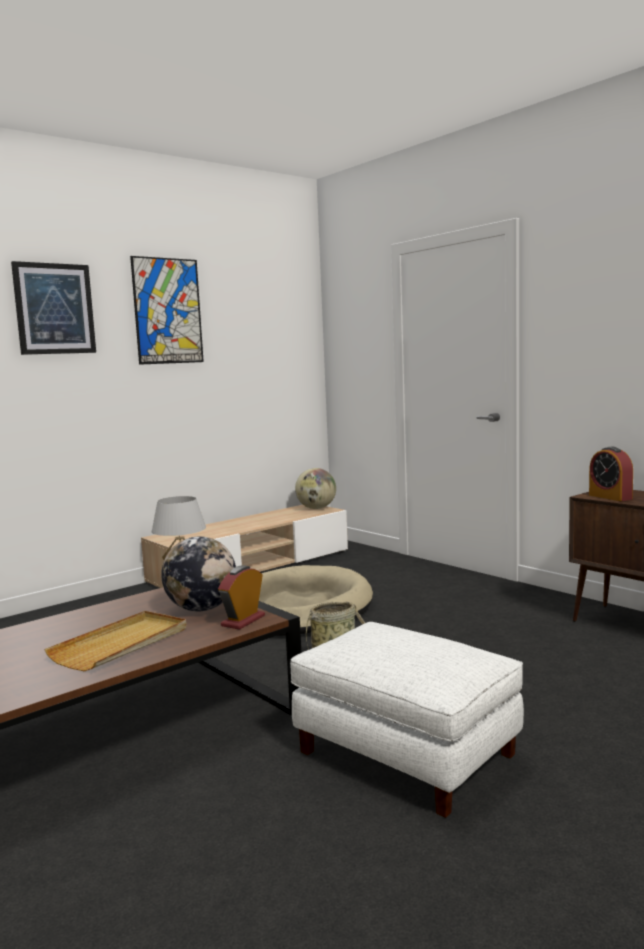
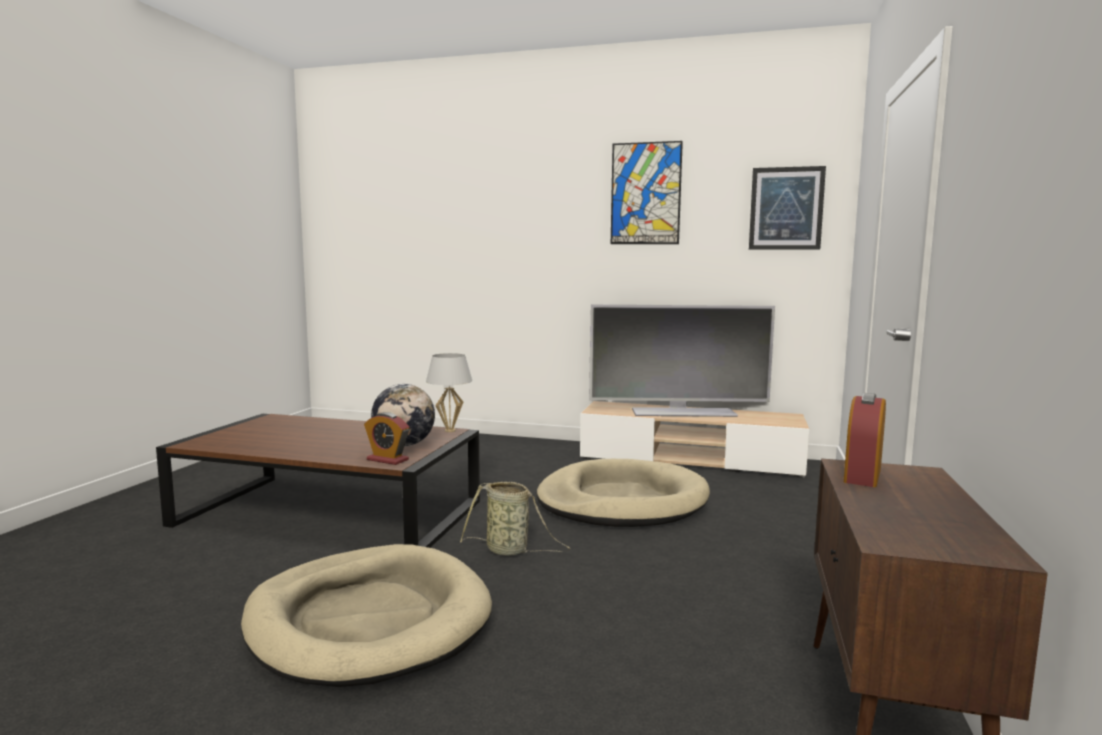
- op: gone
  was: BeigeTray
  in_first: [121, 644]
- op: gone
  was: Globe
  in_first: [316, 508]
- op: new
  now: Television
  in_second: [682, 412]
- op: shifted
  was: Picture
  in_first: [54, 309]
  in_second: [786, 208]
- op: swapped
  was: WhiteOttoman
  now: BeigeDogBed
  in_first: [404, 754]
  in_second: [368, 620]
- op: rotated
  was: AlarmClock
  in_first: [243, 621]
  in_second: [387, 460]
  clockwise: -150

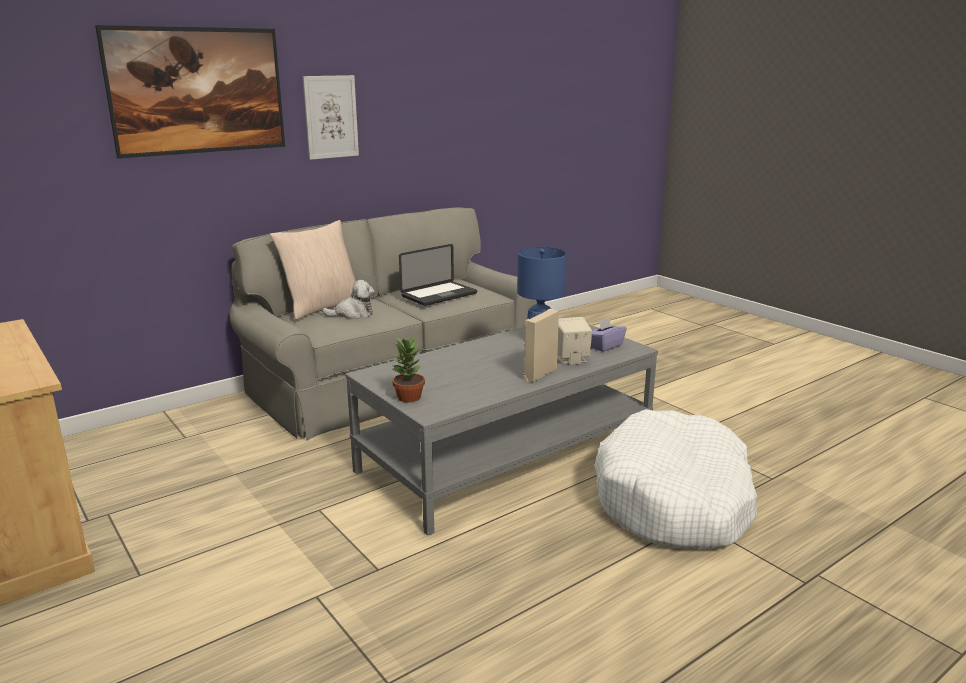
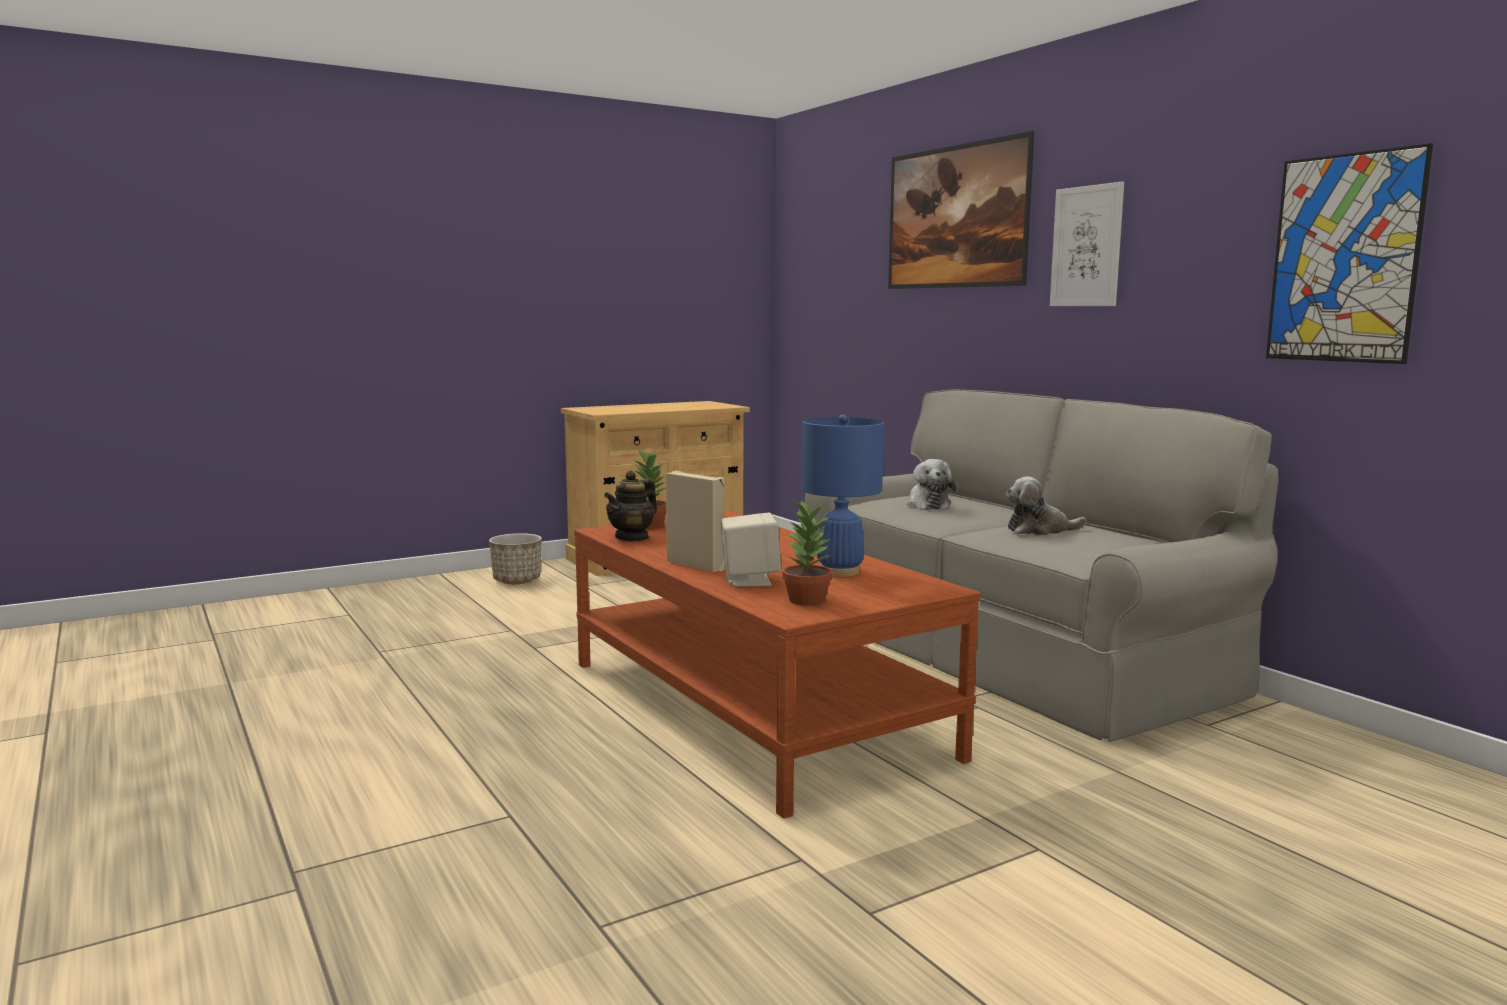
- op: gone
  was: BeigePillow
  in_first: [322, 306]
- op: gone
  was: WhiteDogBed
  in_first: [674, 500]
- op: new
  now: Planter
  in_second: [517, 580]
- op: new
  now: Teapot
  in_second: [632, 537]
- op: new
  now: Picture
  in_second: [1344, 258]
- op: swapped
  was: Laptop
  now: PlushToy
  in_first: [439, 295]
  in_second: [1039, 530]
- op: swapped
  was: PurpleTissueBox
  now: PottedPlant
  in_first: [605, 346]
  in_second: [806, 600]
- op: repainted
  was: GreyCoffeeTable
  now: BrownCoffeeTable
  in_first: [507, 456]
  in_second: [752, 708]

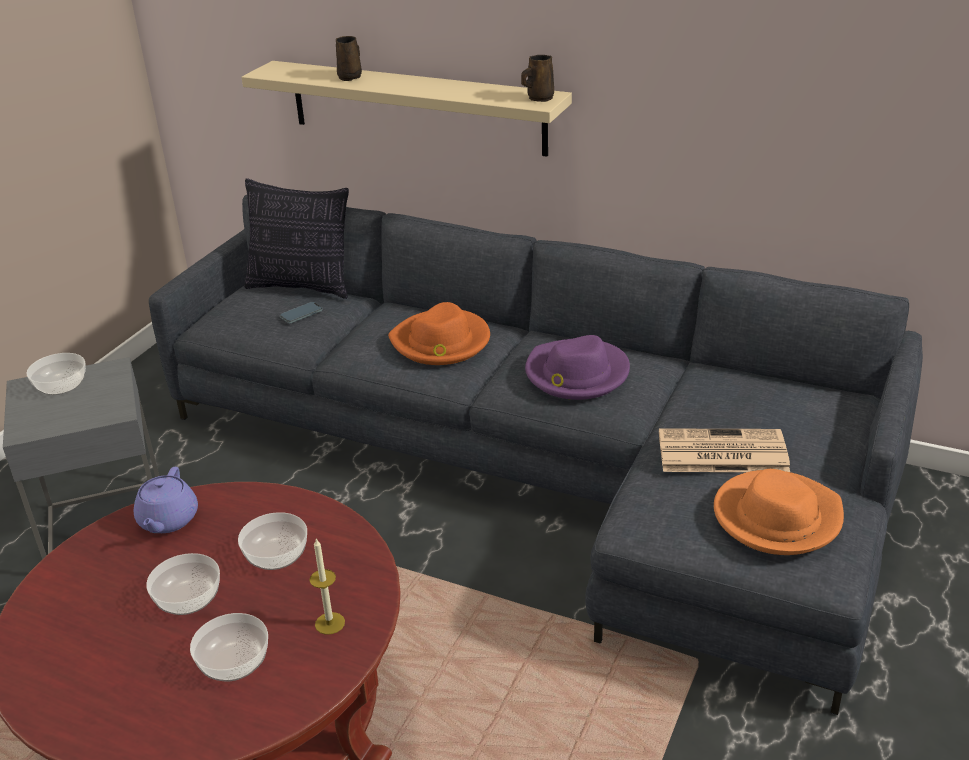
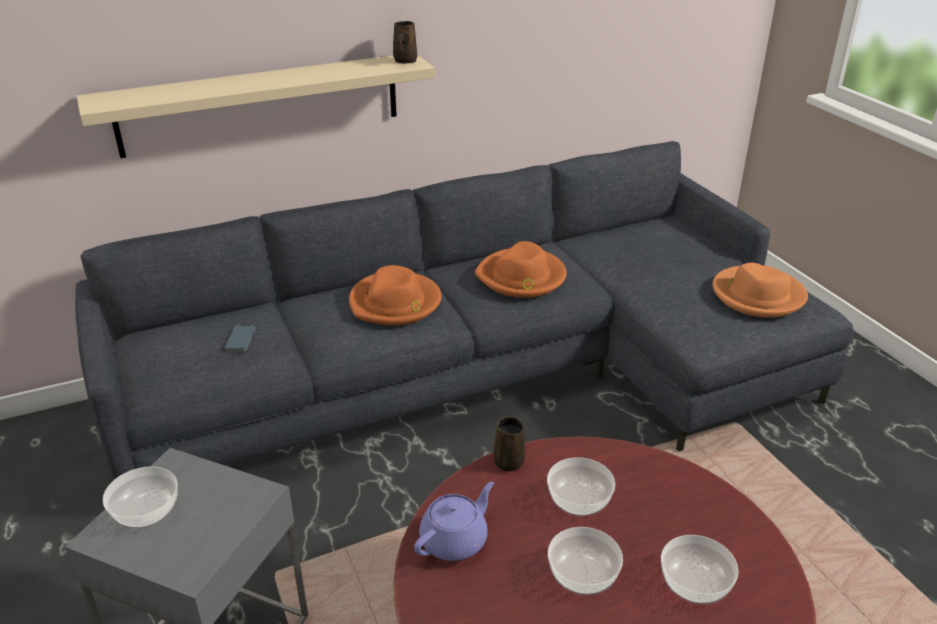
- op: gone
  was: Pillow
  in_first: [302, 286]
- op: gone
  was: Candle
  in_first: [330, 623]
- op: gone
  was: Newspaper
  in_first: [720, 453]
- op: shifted
  was: BrownMug
  in_first: [351, 77]
  in_second: [508, 460]
- op: repainted
  was: PurpleHat
  now: OrangeHat
  in_first: [576, 374]
  in_second: [521, 277]
- op: rotated
  was: PurpleTeapot
  in_first: [168, 520]
  in_second: [455, 540]
  clockwise: -90

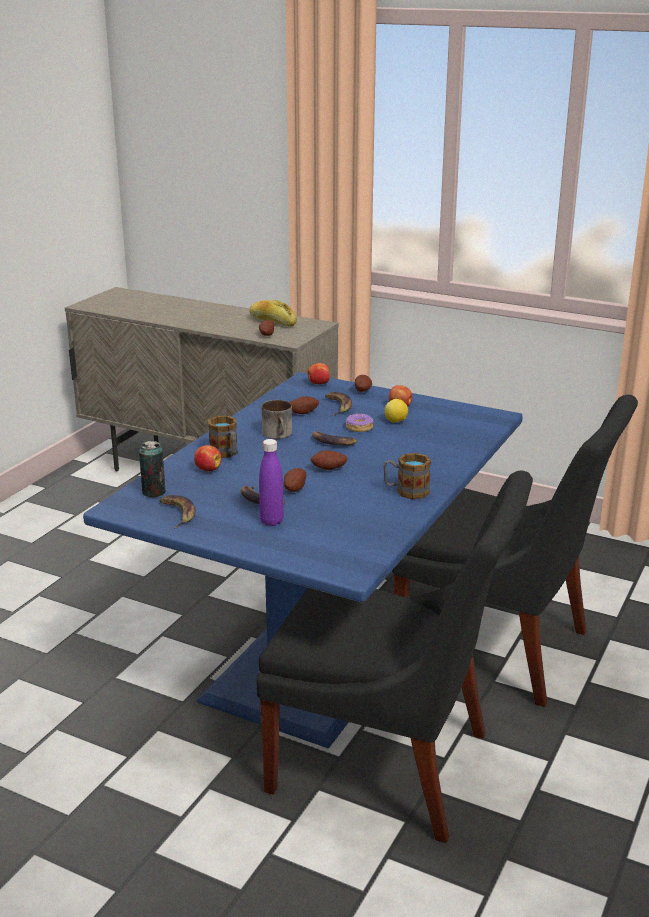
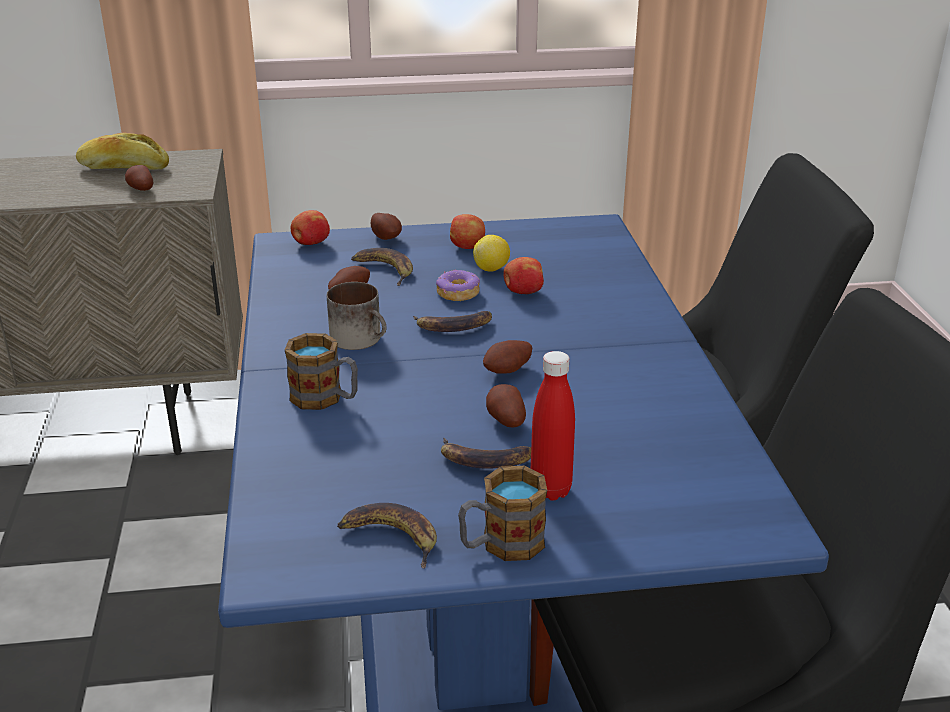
- op: gone
  was: Can
  in_first: [153, 492]
- op: shifted
  was: Apple
  in_first: [207, 469]
  in_second: [523, 292]
- op: shifted
  was: Mug
  in_first: [406, 491]
  in_second: [501, 545]
- op: repainted
  was: PurpleBottle
  now: RedBottle
  in_first: [271, 521]
  in_second: [550, 490]

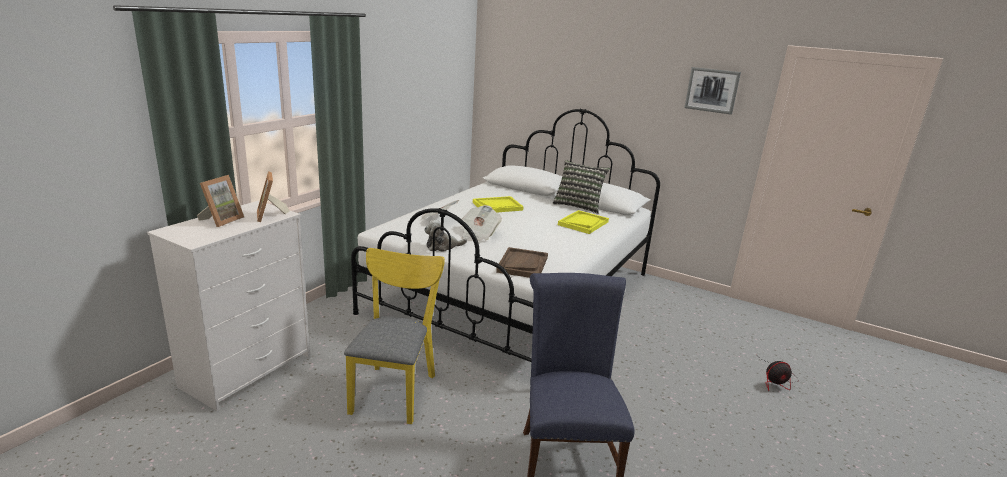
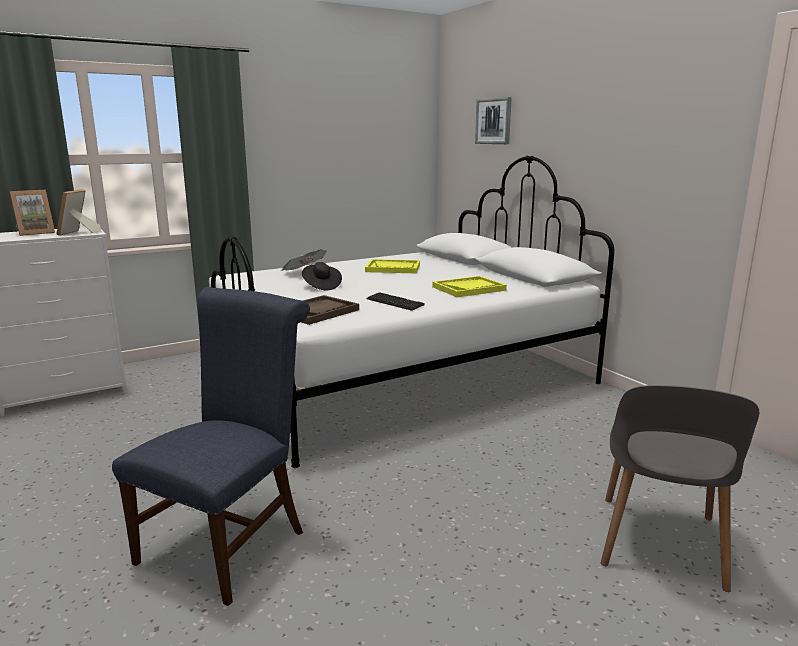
- op: gone
  was: YellowChair
  in_first: [395, 388]
- op: gone
  was: PlushToy
  in_first: [442, 246]
- op: gone
  was: Pillow
  in_first: [578, 206]
- op: new
  now: Keyboard
  in_second: [395, 303]
- op: shifted
  was: Picture
  in_first: [712, 90]
  in_second: [493, 121]
- op: swapped
  was: Newspaper
  now: BlackHat
  in_first: [478, 235]
  in_second: [321, 286]
- op: swapped
  was: Fan
  now: GreyChair
  in_first: [776, 381]
  in_second: [659, 543]

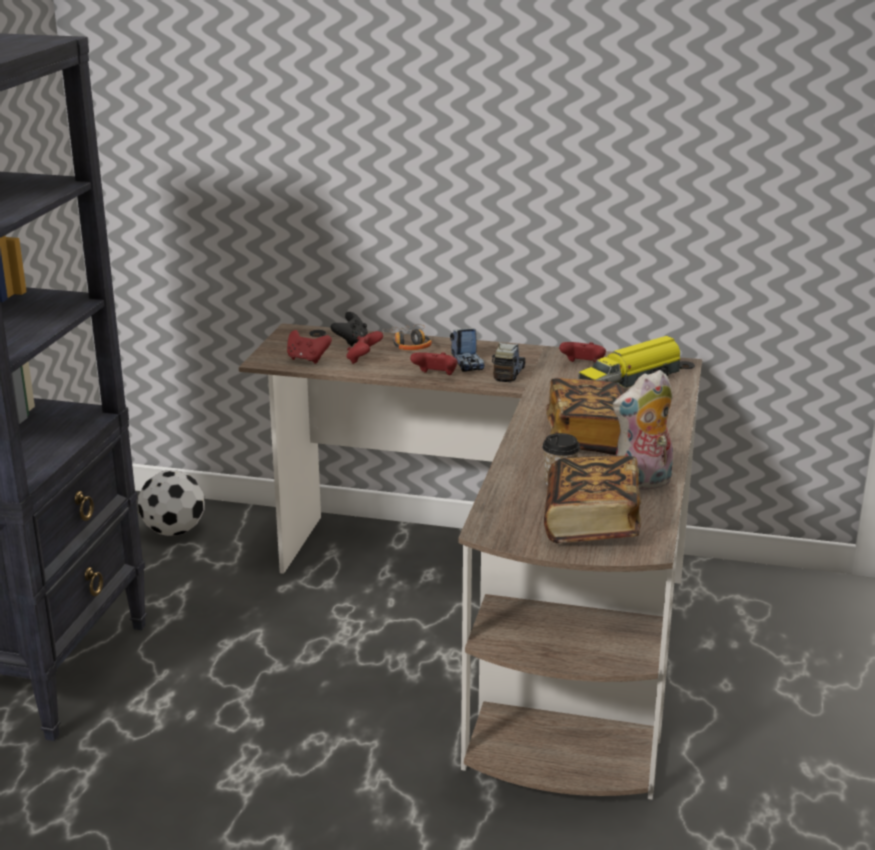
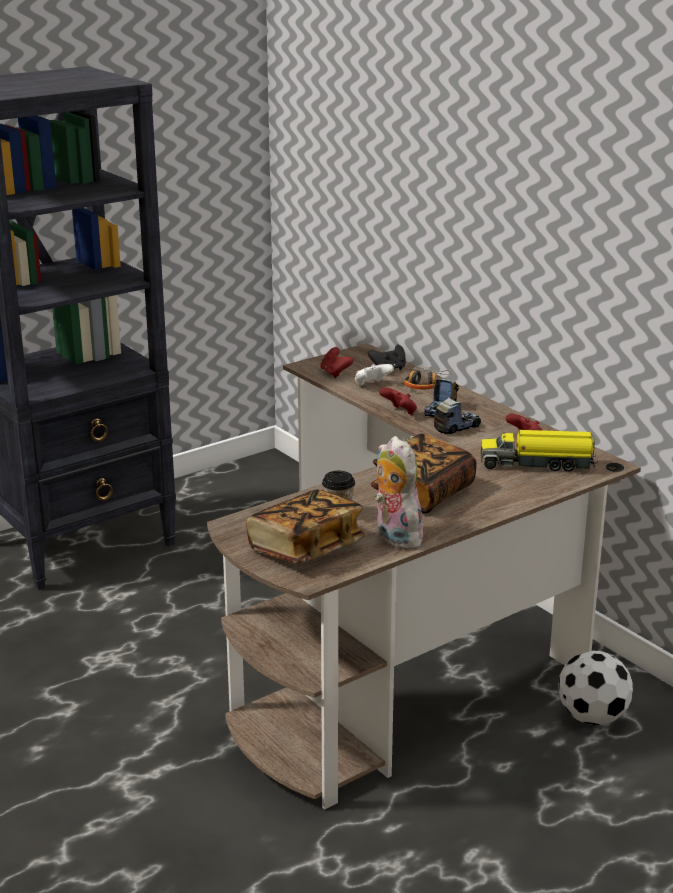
- op: shifted
  was: Football
  in_first: [174, 530]
  in_second: [592, 716]
- op: repainted
  was: RedGameController
  now: WhiteGameController
  in_first: [363, 360]
  in_second: [371, 385]
- op: rotated
  was: PlushToy
  in_first: [642, 484]
  in_second: [394, 537]
  clockwise: 45

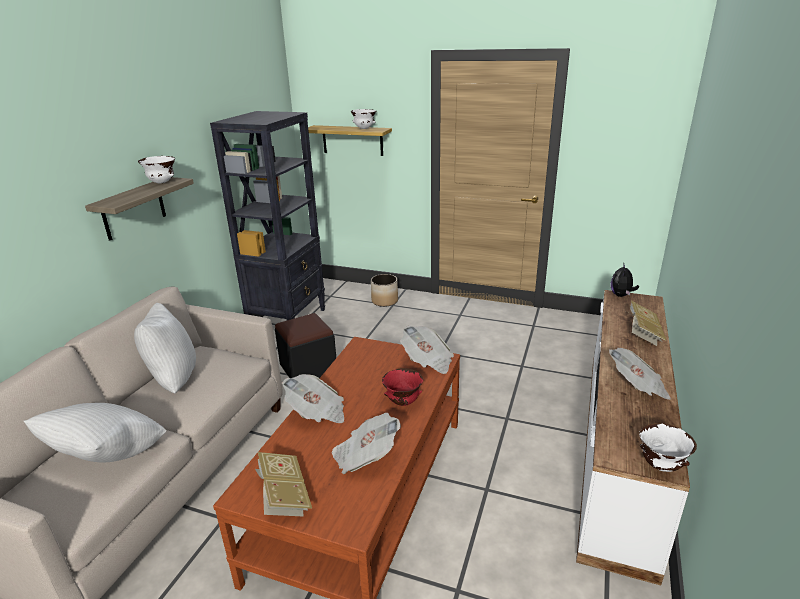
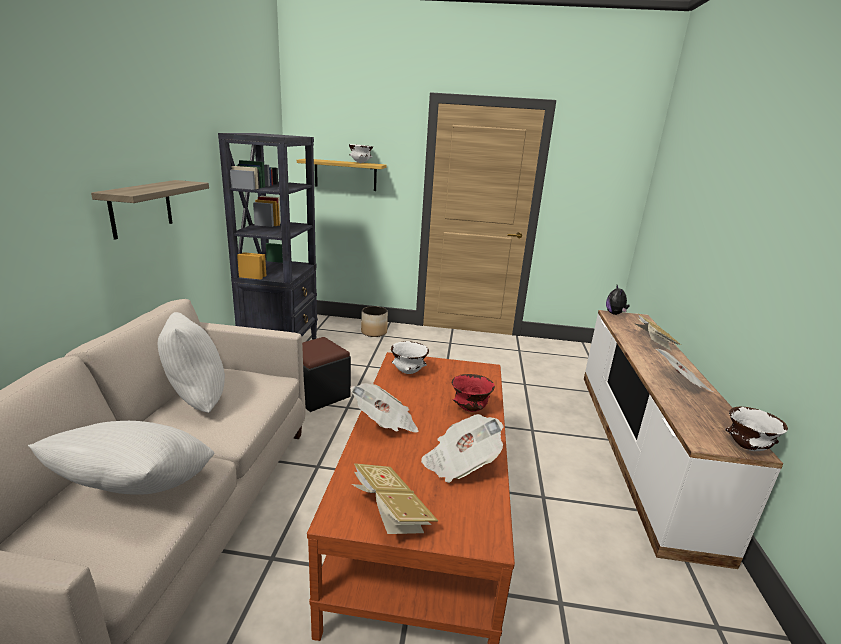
- op: gone
  was: Newspaper
  in_first: [428, 361]
- op: shifted
  was: WhiteBowl
  in_first: [162, 183]
  in_second: [409, 372]

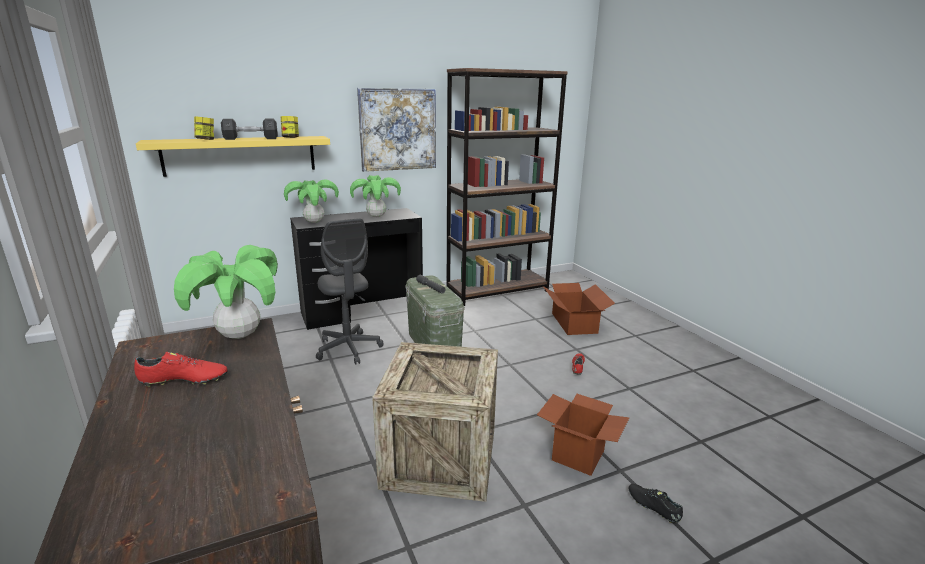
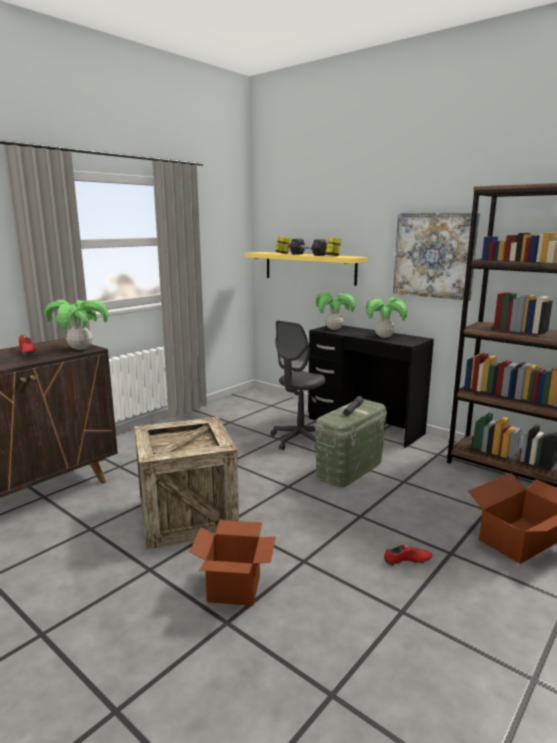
- op: gone
  was: BlackShoe
  in_first: [653, 507]

